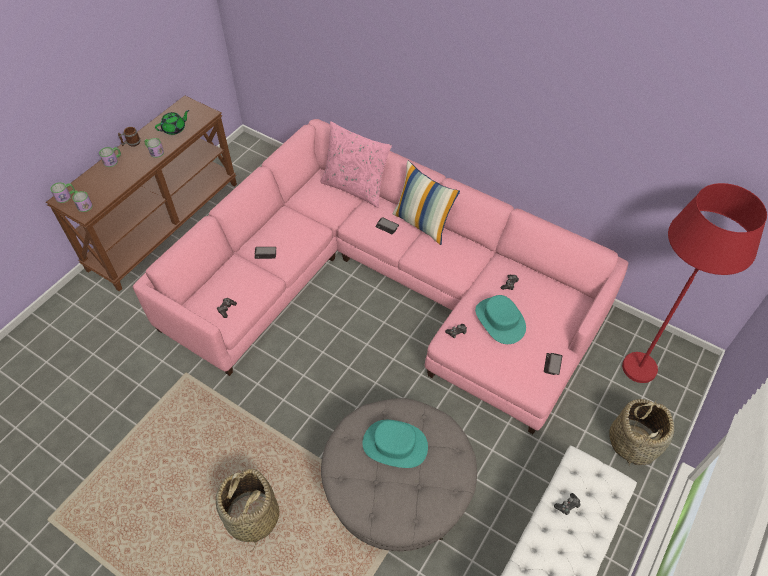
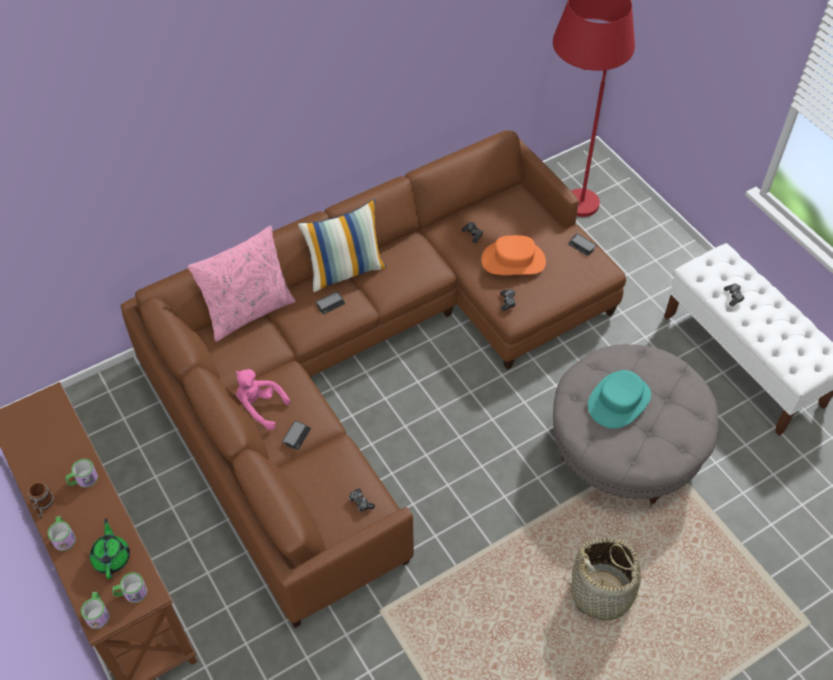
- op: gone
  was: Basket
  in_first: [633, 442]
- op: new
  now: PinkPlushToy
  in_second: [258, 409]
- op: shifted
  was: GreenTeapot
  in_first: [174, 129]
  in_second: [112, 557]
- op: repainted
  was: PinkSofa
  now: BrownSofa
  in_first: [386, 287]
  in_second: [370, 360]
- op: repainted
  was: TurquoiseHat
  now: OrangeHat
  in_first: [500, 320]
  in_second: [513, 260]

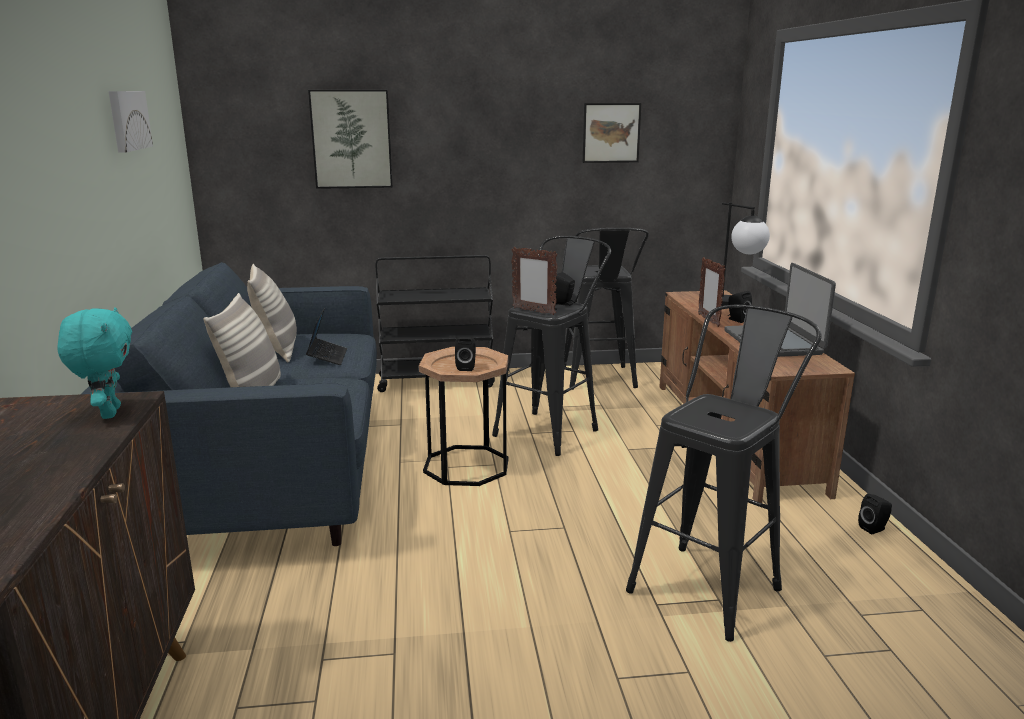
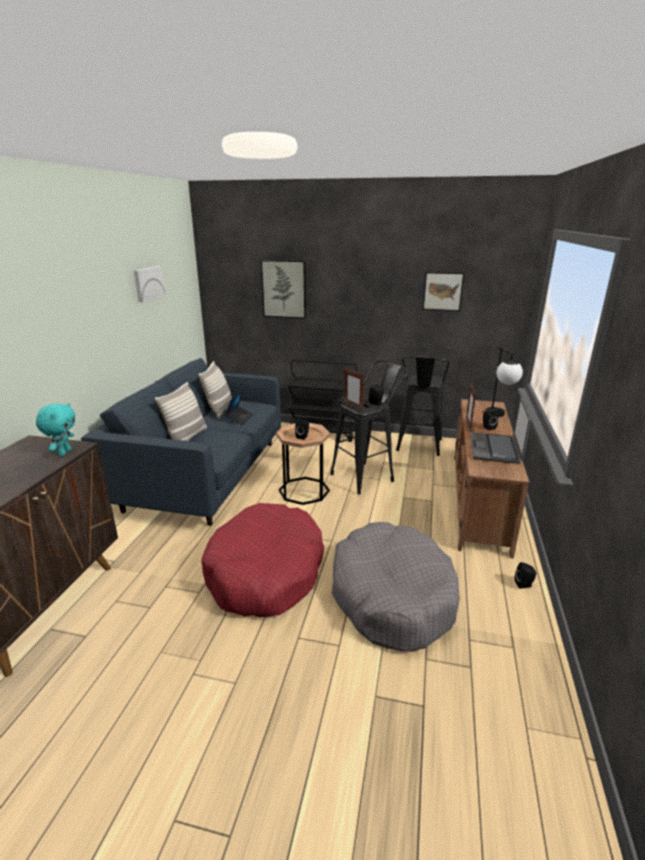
- op: new
  now: RedDogBed
  in_second: [265, 572]
- op: swapped
  was: BlackStool
  now: GreyDogBed
  in_first: [712, 583]
  in_second: [391, 596]

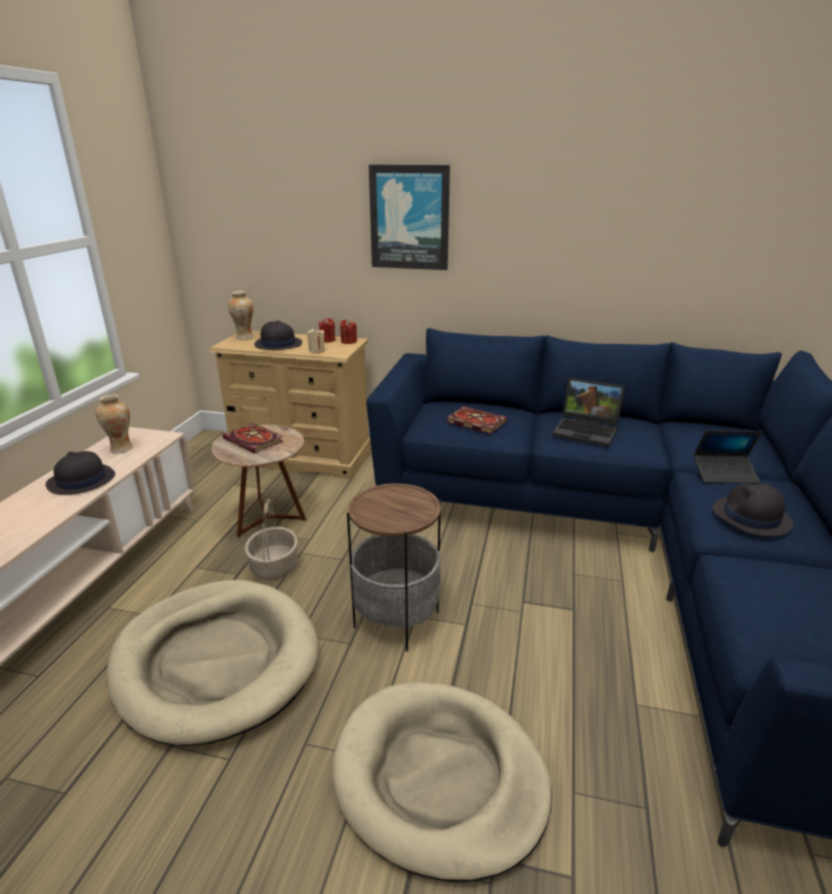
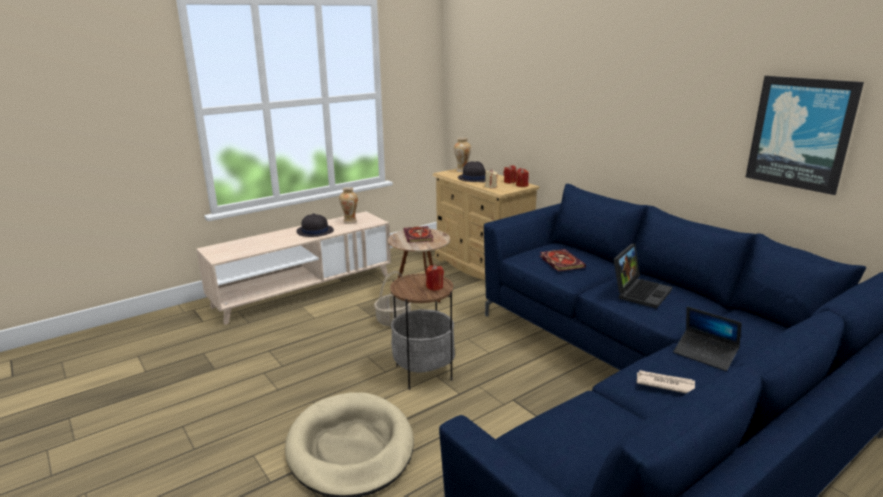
- op: gone
  was: BeigeDogBed
  in_first: [216, 661]
- op: new
  now: RedCandle
  in_second: [434, 287]
- op: shifted
  was: Picture
  in_first: [409, 218]
  in_second: [800, 133]
- op: swapped
  was: BlackHat
  now: Newspaper
  in_first: [751, 517]
  in_second: [664, 384]
- op: rotated
  was: Laptop
  in_first: [587, 431]
  in_second: [640, 292]
  clockwise: -120

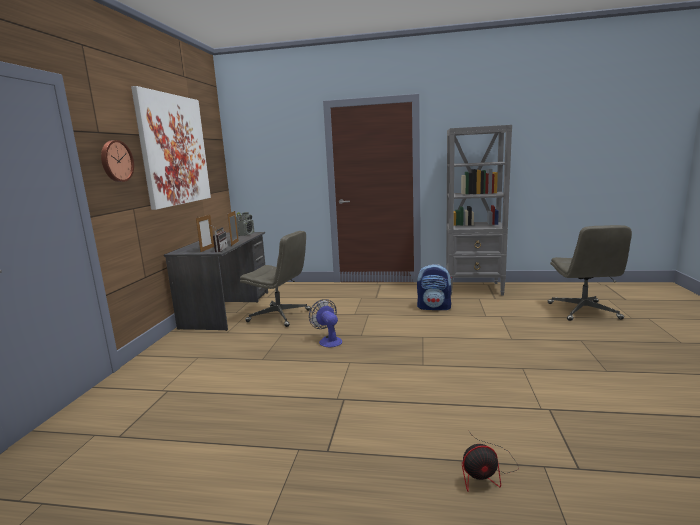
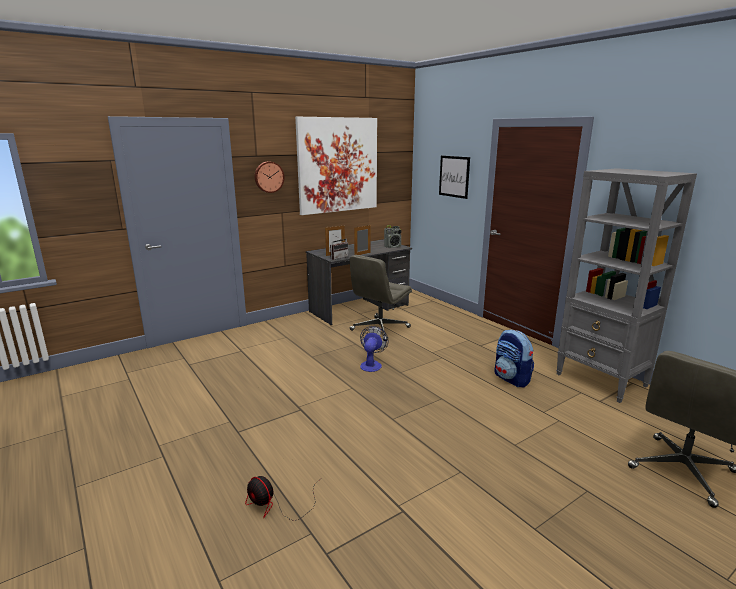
- op: new
  now: Picture
  in_second: [454, 176]
- op: rotated
  was: GreyOfficeChair
  in_first: [280, 316]
  in_second: [380, 329]
  clockwise: 60

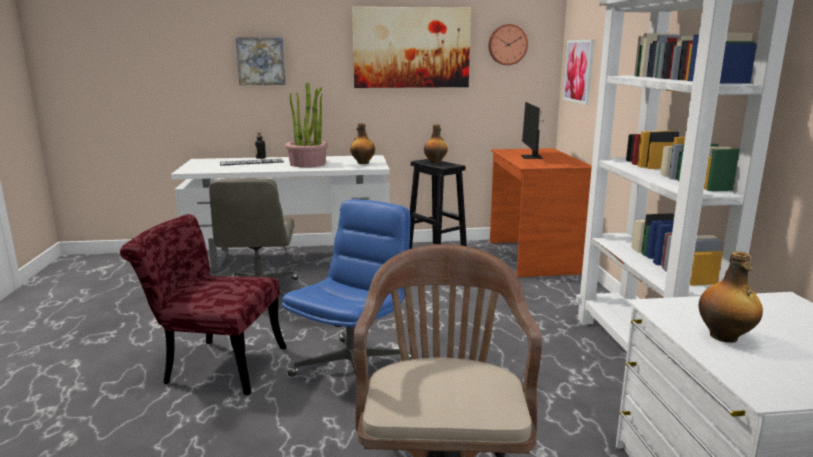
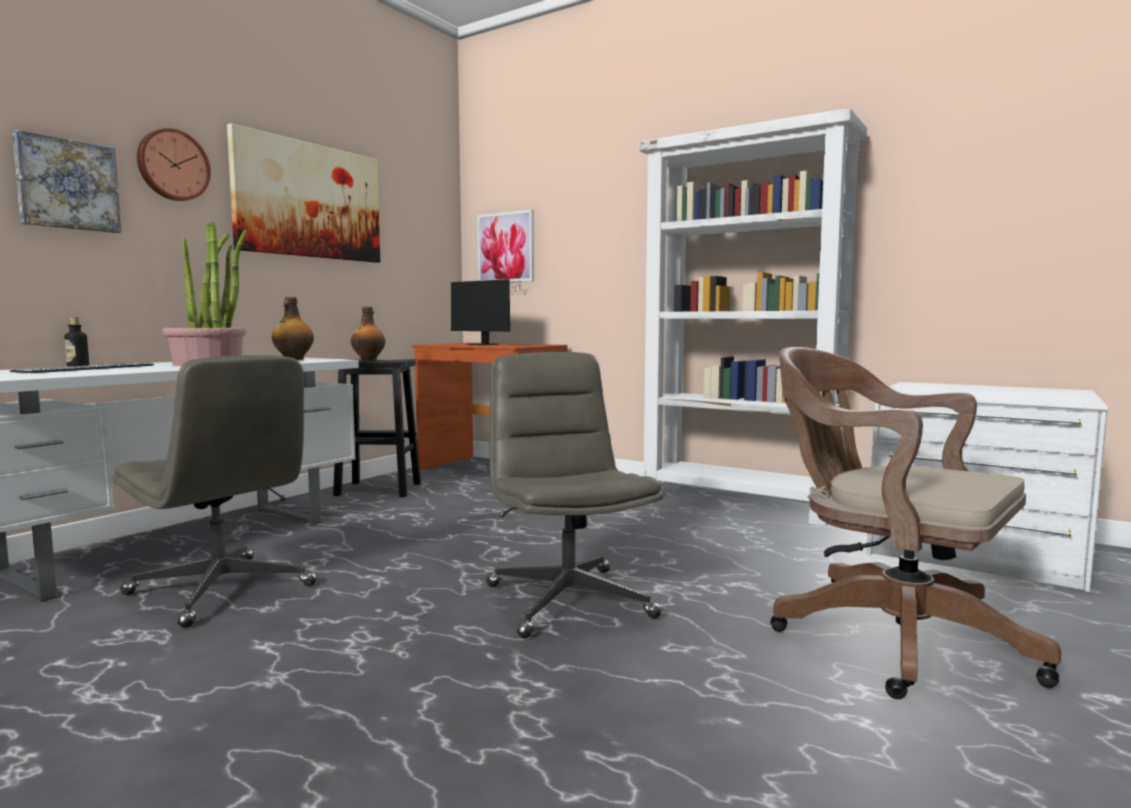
- op: gone
  was: RedChair
  in_first: [214, 364]
- op: gone
  was: Bottle
  in_first: [724, 337]
- op: shifted
  was: WallClock
  in_first: [507, 44]
  in_second: [172, 165]
- op: repainted
  was: BlueOfficeChair
  now: GreyOfficeChair
  in_first: [352, 367]
  in_second: [567, 600]

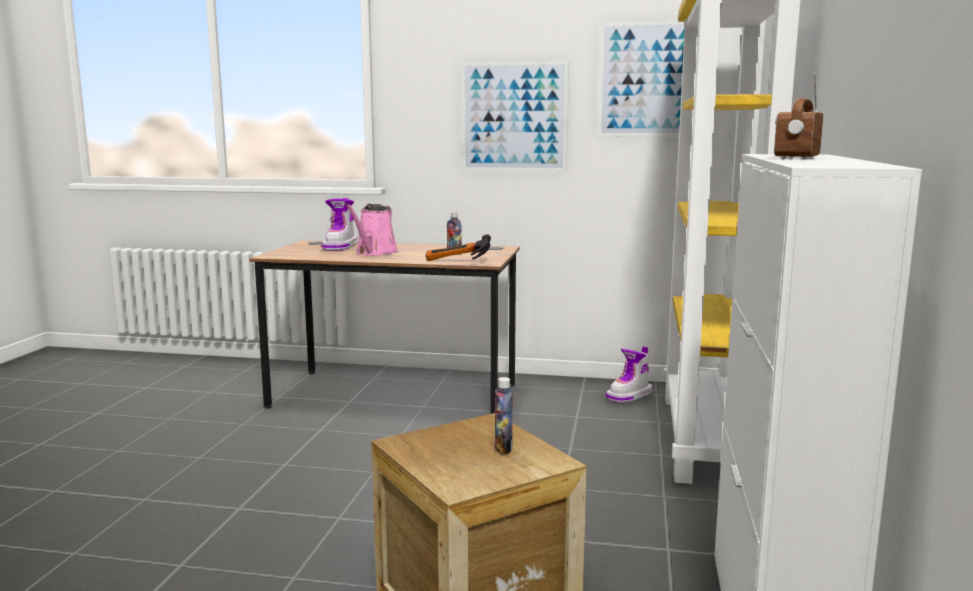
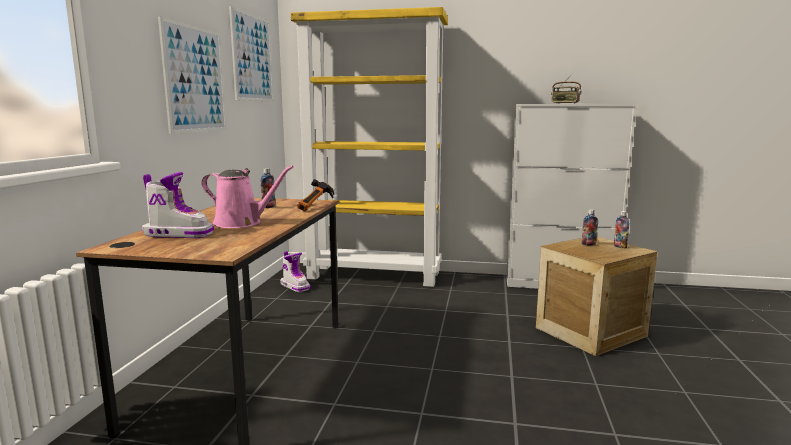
- op: new
  now: Bottle
  in_second: [620, 246]

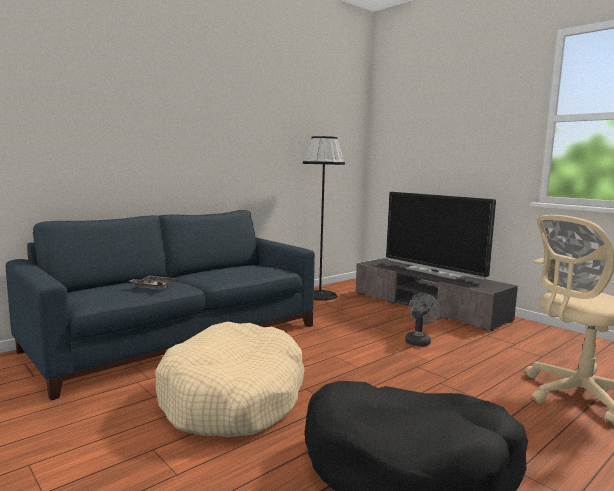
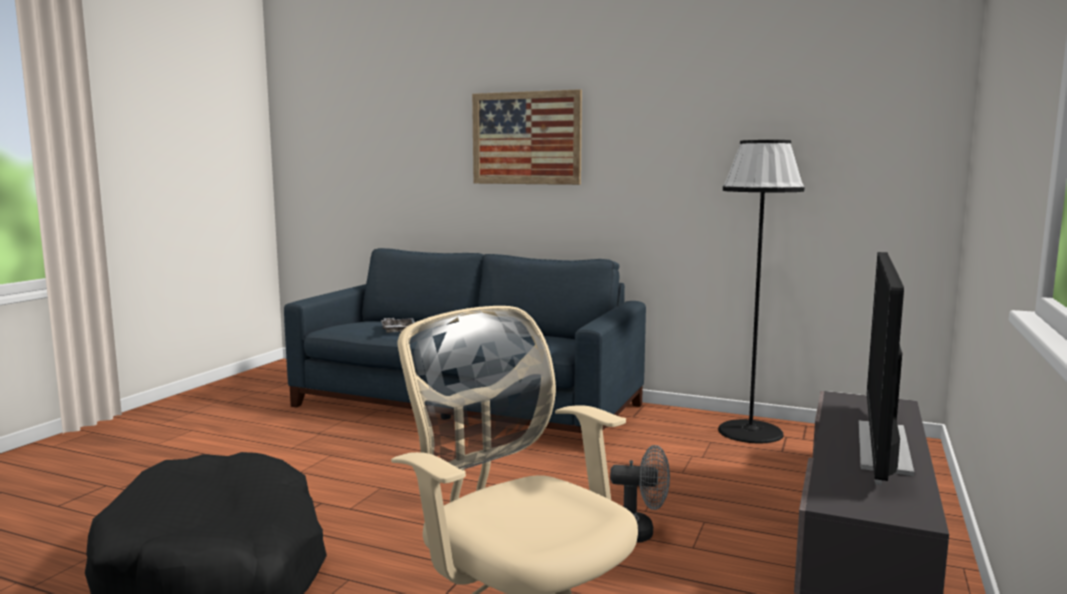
- op: gone
  was: BeigeDogBed
  in_first: [233, 397]
- op: new
  now: Picture
  in_second: [526, 138]

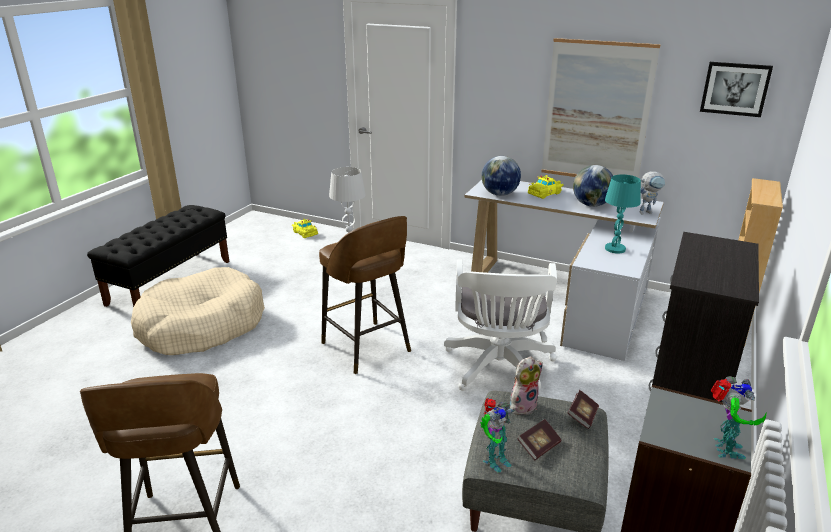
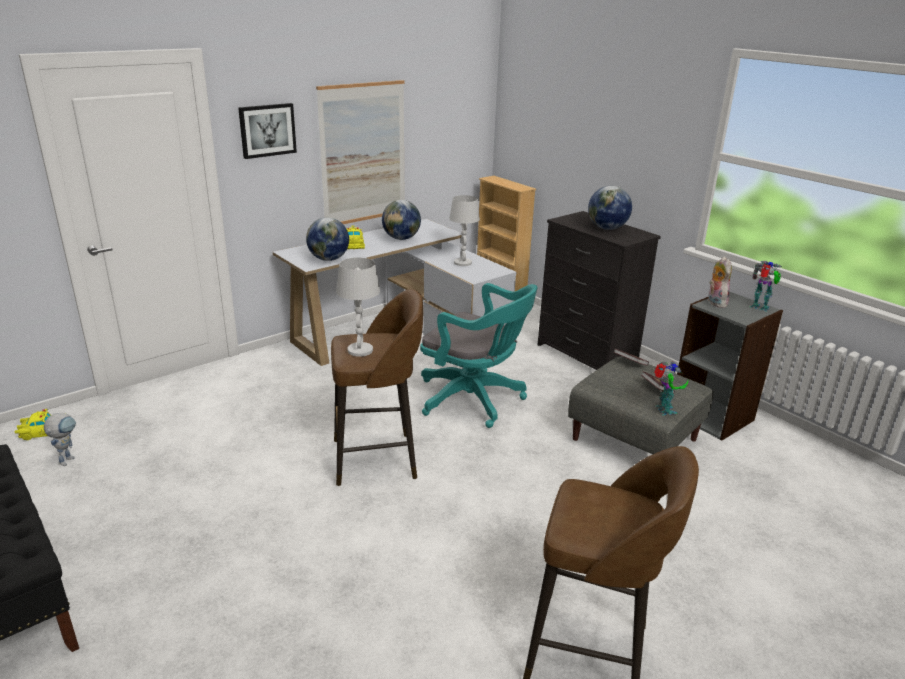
- op: gone
  was: BeigeDogBed
  in_first: [201, 326]
- op: new
  now: Globe
  in_second: [607, 228]
- op: shifted
  was: PlushToy
  in_first: [523, 405]
  in_second: [715, 302]
- op: shifted
  was: ToyRobot
  in_first: [647, 212]
  in_second: [68, 458]
- op: shifted
  was: Picture
  in_first: [735, 88]
  in_second: [267, 130]
- op: repainted
  was: WhiteOfficeChair
  now: TurquoiseOfficeChair
  in_first: [499, 369]
  in_second: [475, 400]
- op: repainted
  was: TurquoiseTableLamp
  now: WhiteTableLamp
  in_first: [615, 249]
  in_second: [463, 263]

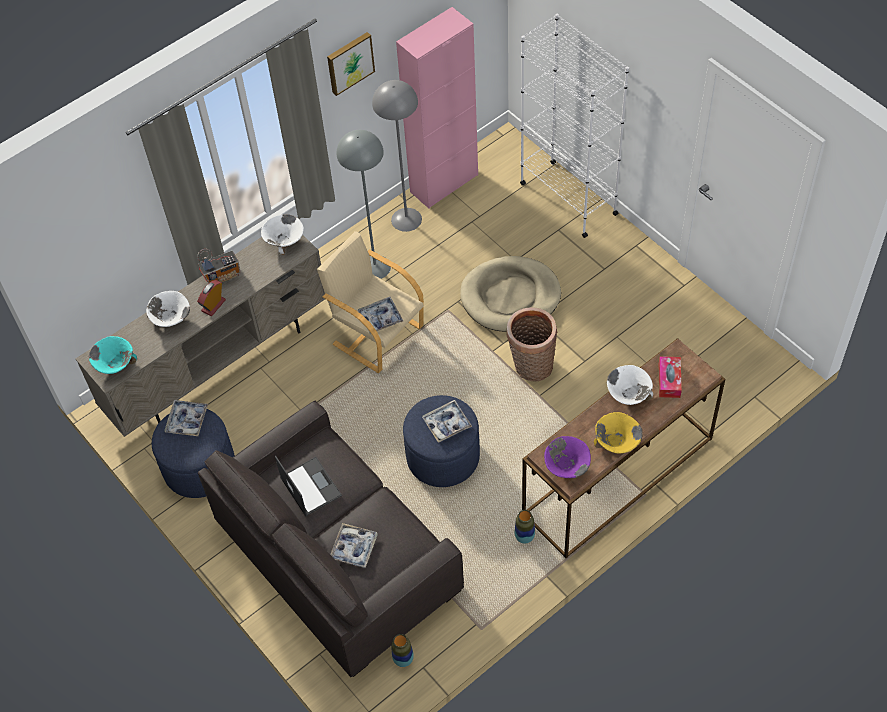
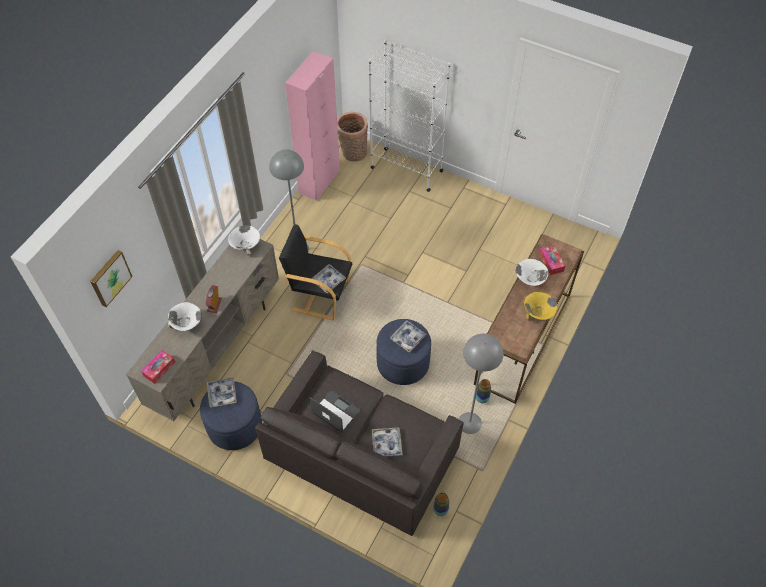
- op: gone
  was: Radio
  in_first: [222, 275]
- op: gone
  was: BeigeDogBed
  in_first: [510, 297]
- op: gone
  was: PurpleBowl
  in_first: [566, 467]
- op: shifted
  was: Picture
  in_first: [349, 62]
  in_second: [109, 277]
- op: shifted
  was: GreyFloorLamp
  in_first: [406, 219]
  in_second: [469, 423]
- op: shifted
  was: Basket
  in_first: [531, 366]
  in_second: [353, 153]
- op: swapped
  was: TurquoiseBowl
  now: TissueBox
  in_first: [115, 364]
  in_second: [159, 369]
- op: repainted
  was: BeigeArmchair
  now: BlackArmchair
  in_first: [377, 334]
  in_second: [320, 294]

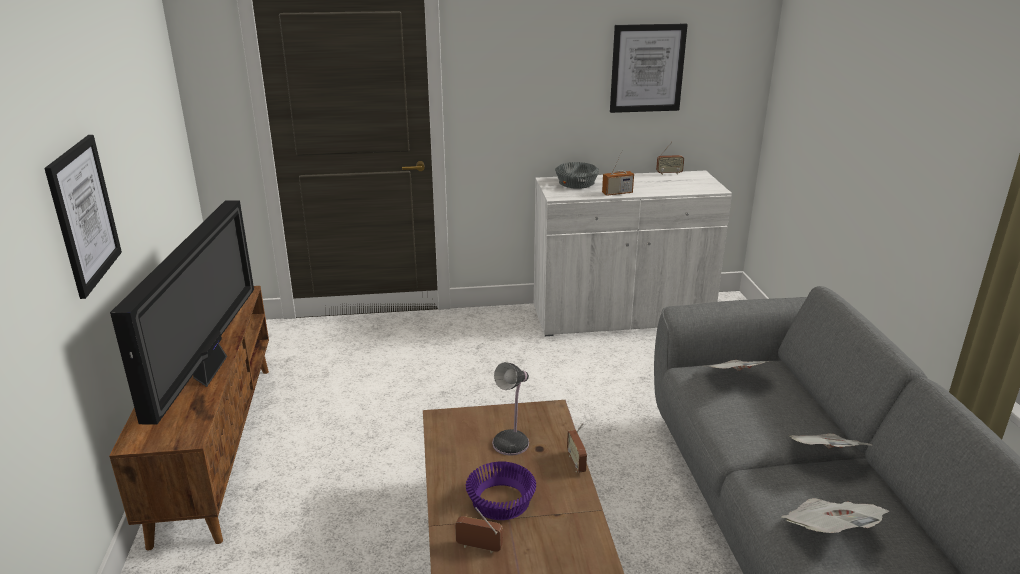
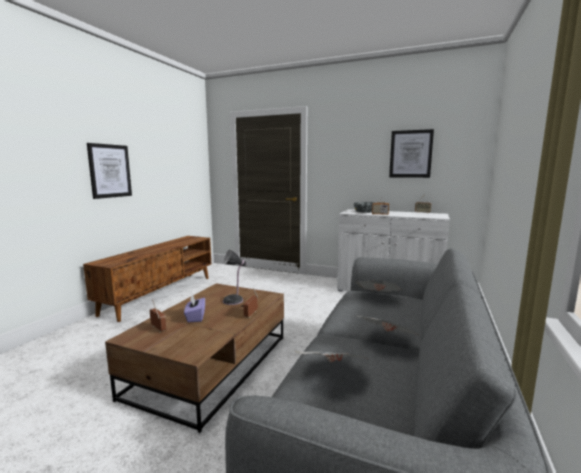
- op: gone
  was: Television
  in_first: [211, 368]
- op: swapped
  was: PurpleBowl
  now: PurpleTissueBox
  in_first: [502, 501]
  in_second: [195, 317]

